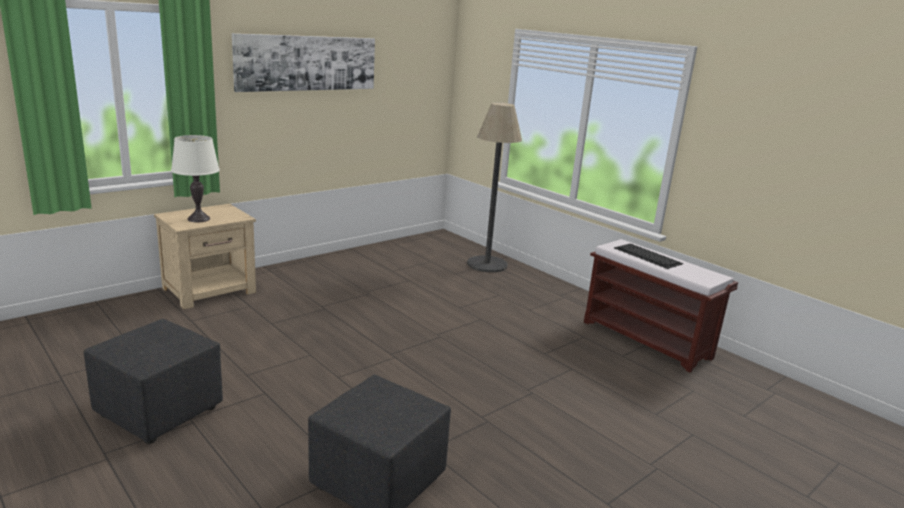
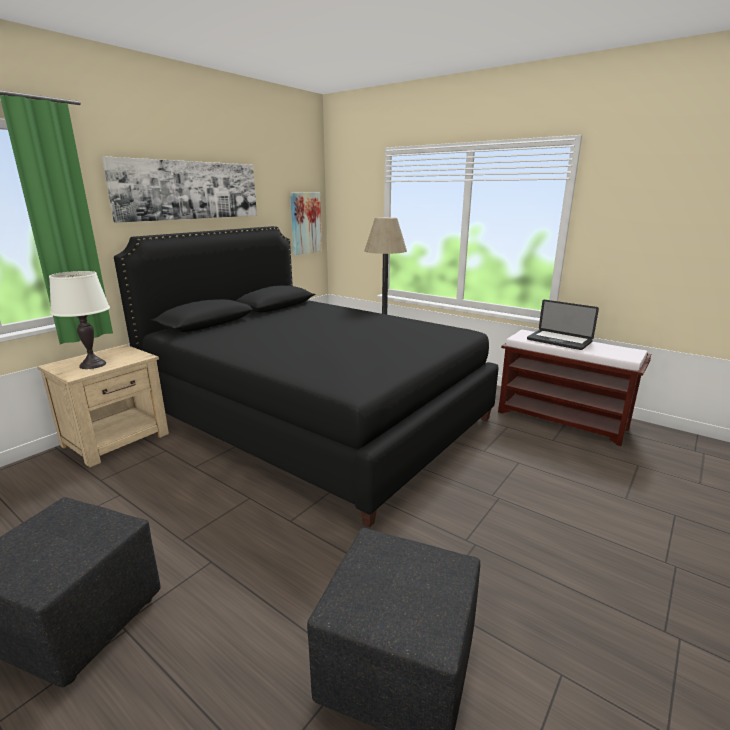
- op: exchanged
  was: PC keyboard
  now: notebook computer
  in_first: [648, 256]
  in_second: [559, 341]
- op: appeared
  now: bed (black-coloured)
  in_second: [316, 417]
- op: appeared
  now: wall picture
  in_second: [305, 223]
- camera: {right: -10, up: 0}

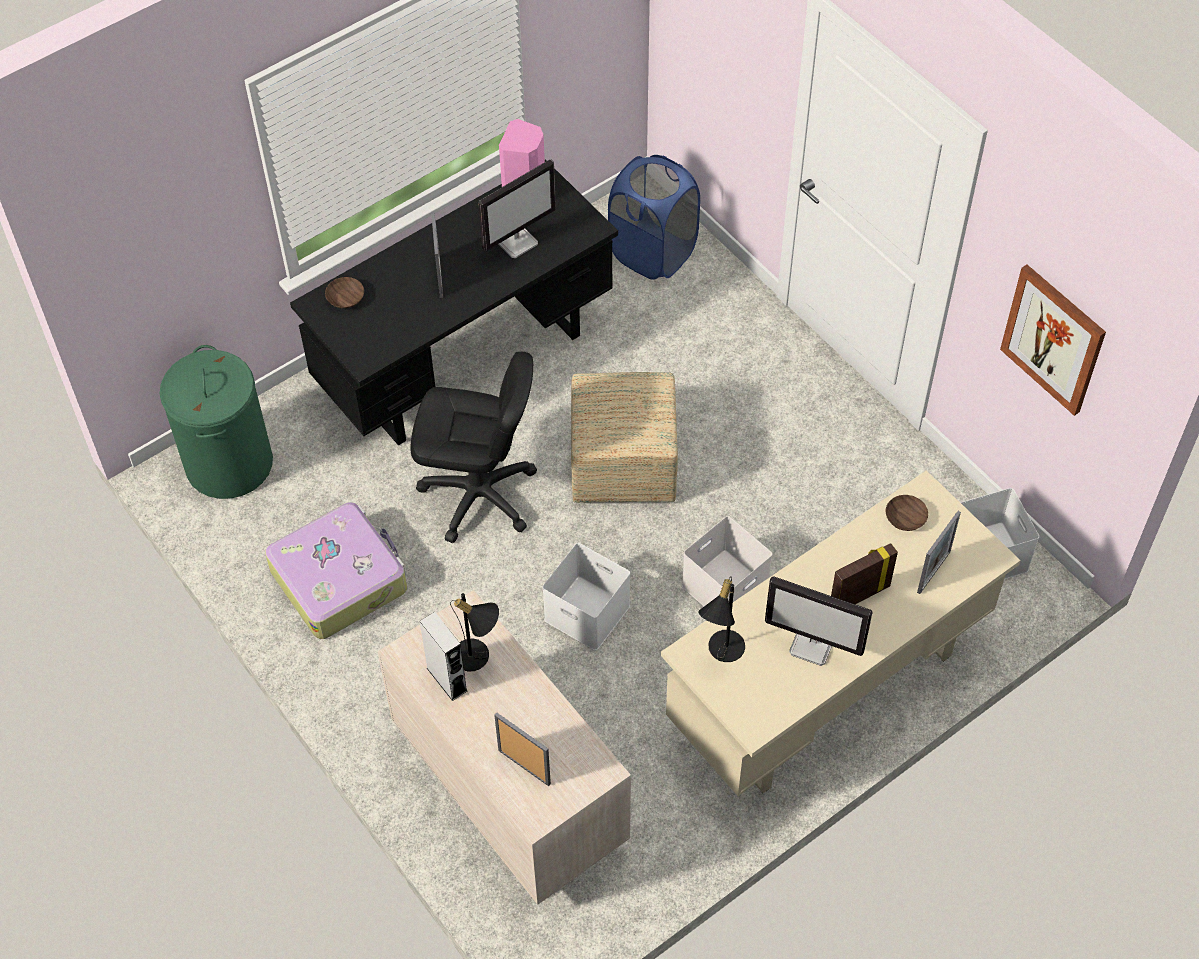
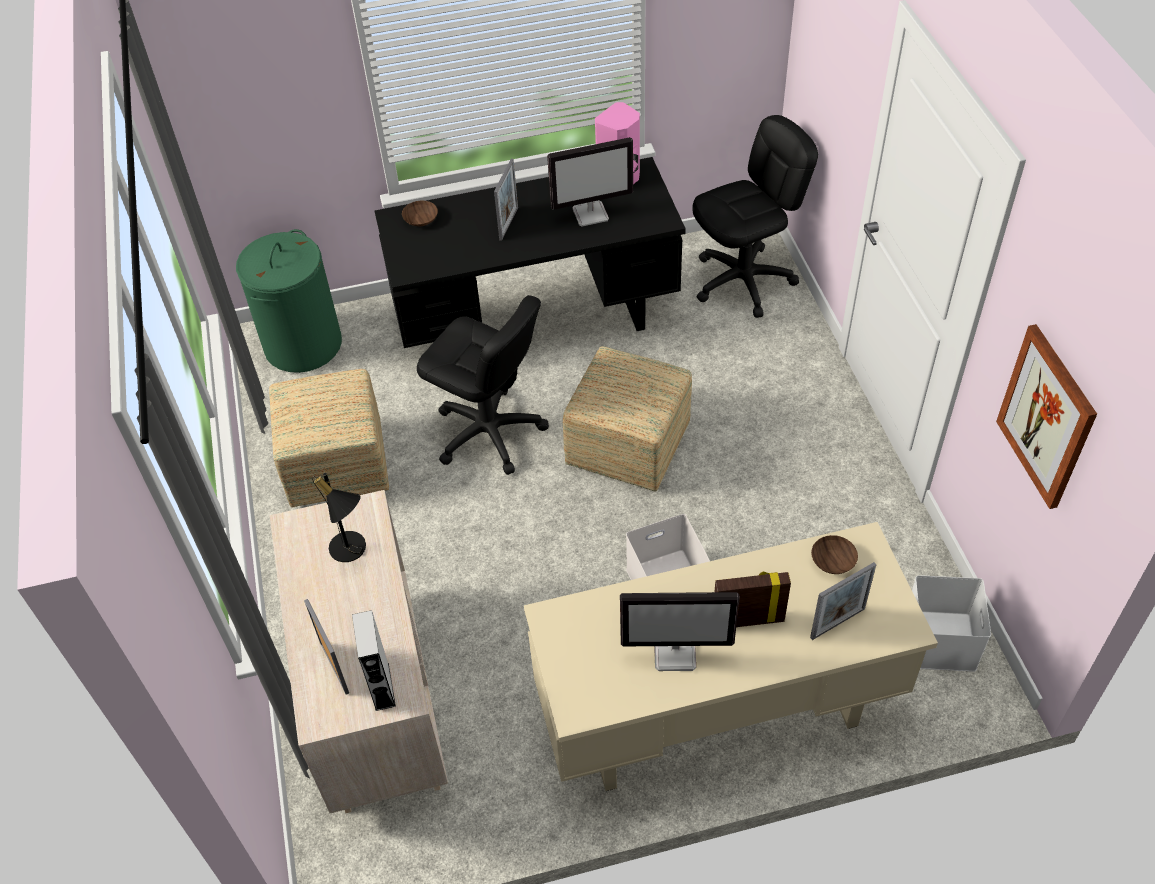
- op: exchanged
  was: suitcase
  now: pouffe
  in_first: [339, 579]
  in_second: [336, 464]
- op: relocated
  was: speaker (greyish)
  in_first: [447, 679]
  in_second: [382, 686]
- op: missing
  was: storage bin (white)
  in_first: [585, 613]
- op: exchanged
  was: washing basket (blue-coloured)
  now: computer chair (black-coloured)
  in_first: [653, 253]
  in_second: [743, 281]
- op: missing
  was: table lamp (black-coloured)
  in_first: [721, 651]
- op: spun
  was: computer screen
  in_first: [813, 645]
  in_second: [676, 652]
  clockwise: -45
- camera: {right: 25, up: -5}

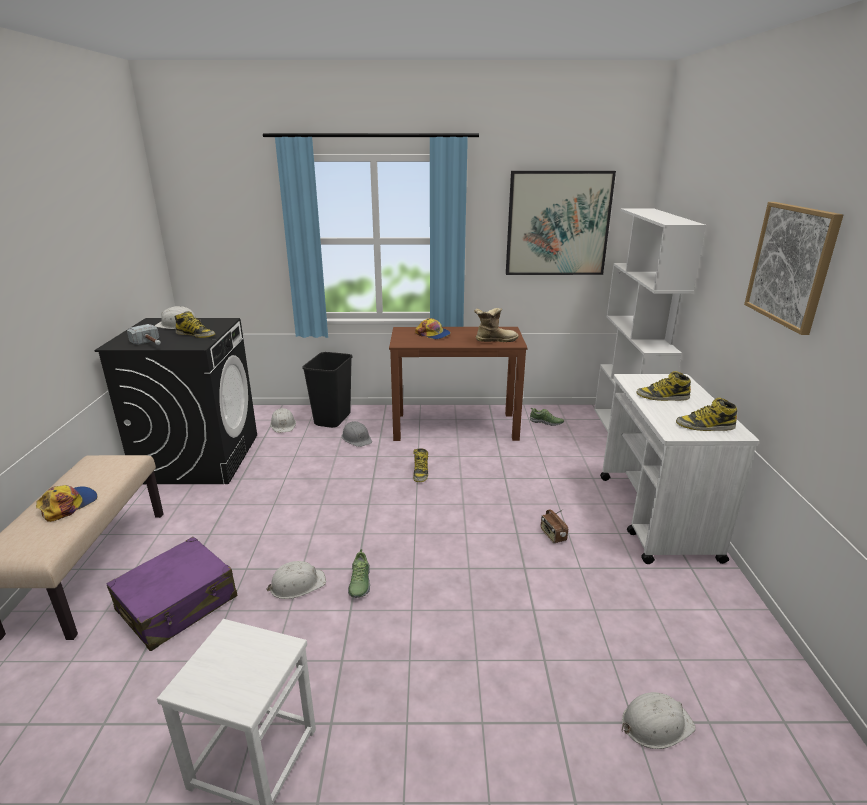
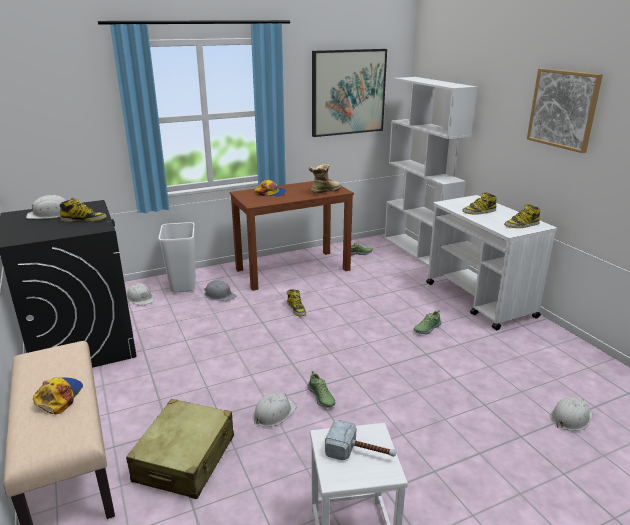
- op: colour
  was: suitcase (purple-coloured)
  now: suitcase (beige-coloured)
  in_first: [178, 604]
  in_second: [185, 459]
- op: relocated
  was: hammer
  in_first: [150, 344]
  in_second: [360, 452]
- op: colour
  was: trash can (black-coloured)
  now: trash can (white)
  in_first: [333, 420]
  in_second: [183, 285]
- op: exchanged
  was: radio receiver
  now: item of footwear
  in_first: [552, 535]
  in_second: [426, 328]
- camera: {right: -25, up: 0}

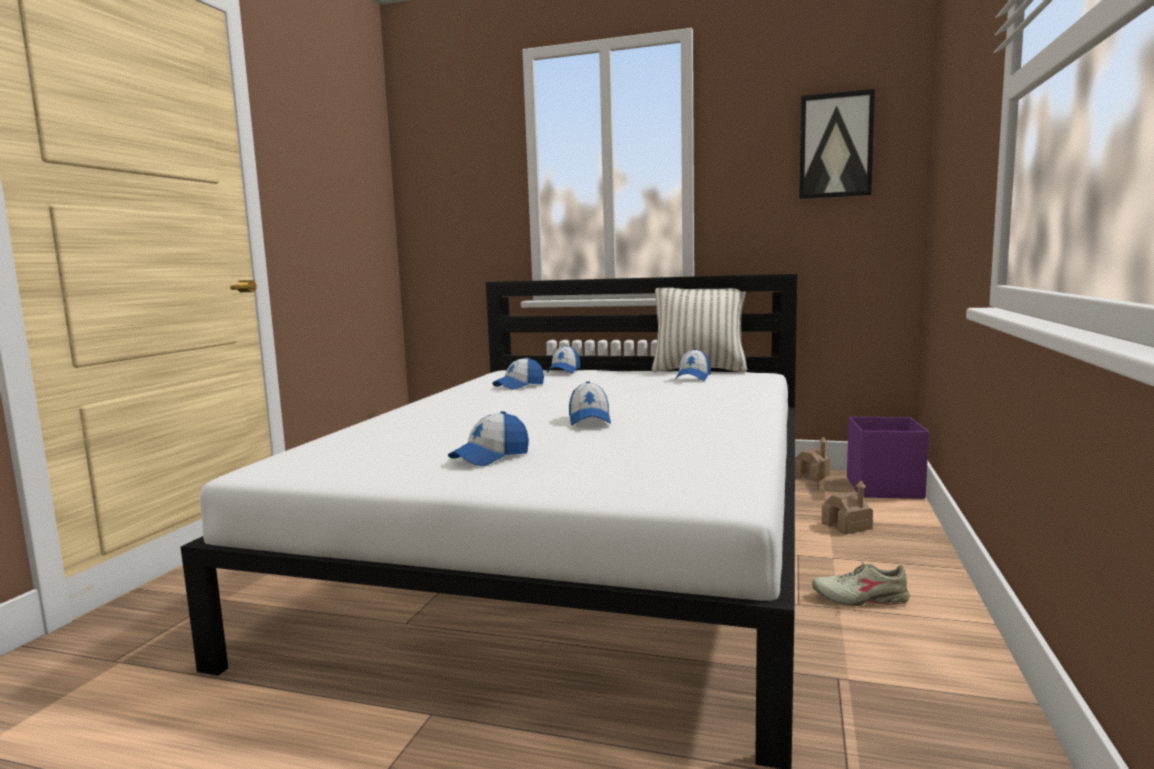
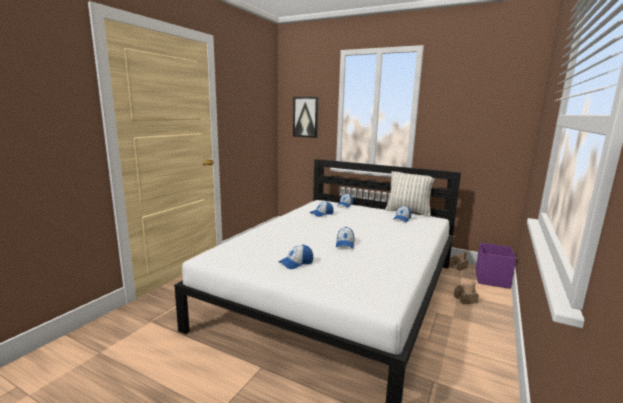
- op: relocated
  was: wall picture
  in_first: [835, 146]
  in_second: [305, 117]
- op: missing
  was: item of footwear (beige-coloured)
  in_first: [860, 598]
- camera: {right: 10, up: 5}

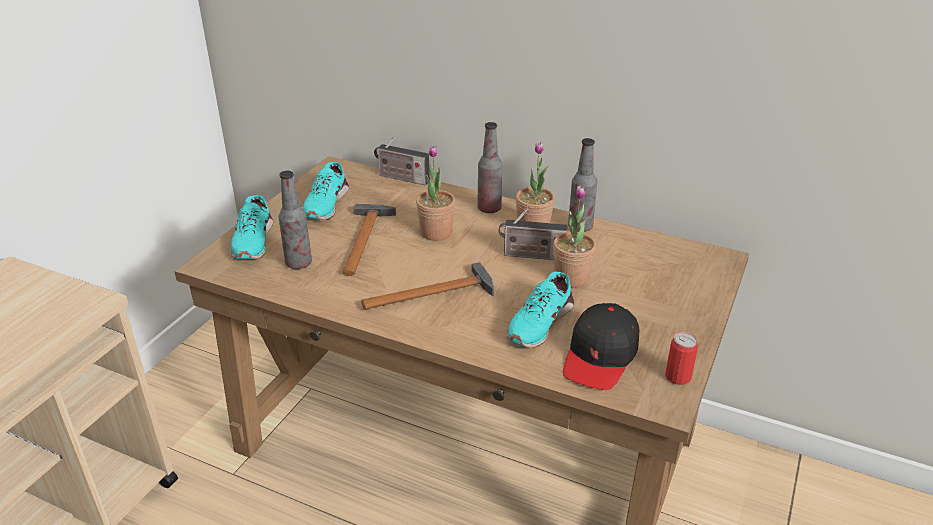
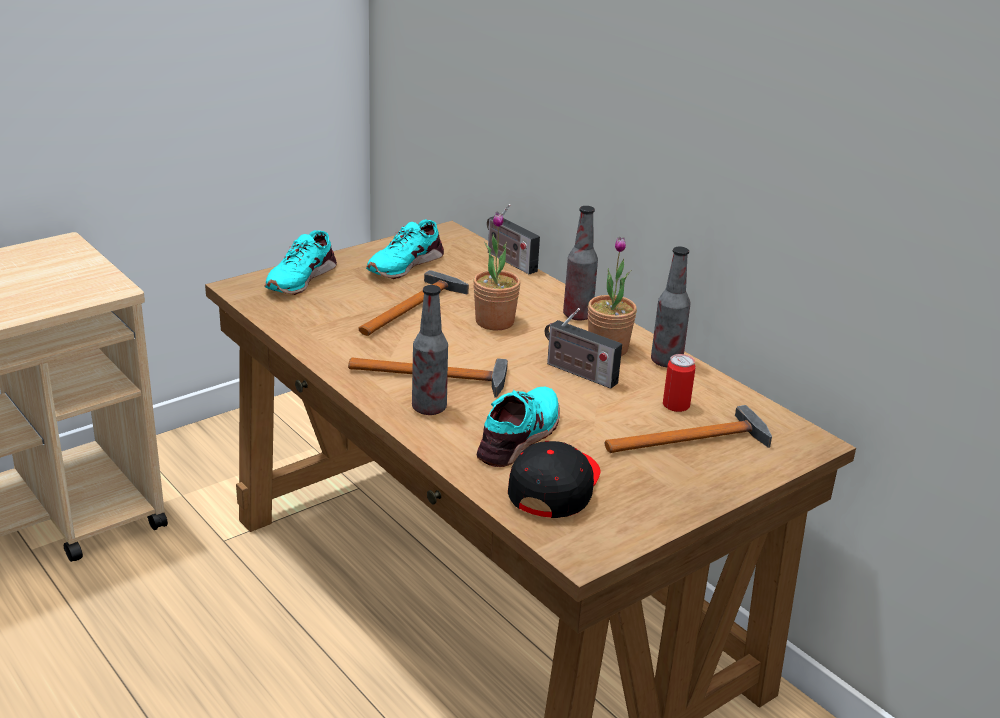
- op: relocated
  was: beverage bottle
  in_first: [298, 263]
  in_second: [429, 408]
- op: spun
  was: item of footwear (turquoise-coloured)
  in_first: [539, 322]
  in_second: [520, 436]
  clockwise: 150
- op: missing
  was: houseplant
  in_first: [571, 277]
- op: spun
  was: cap (black-coloured)
  in_first: [600, 356]
  in_second: [554, 487]
  clockwise: 150
- op: relocated
  was: metal can
  in_first: [678, 377]
  in_second: [676, 405]
- op: appeared
  now: hammer
  in_second: [694, 439]
- camera: {right: 25, up: -5}

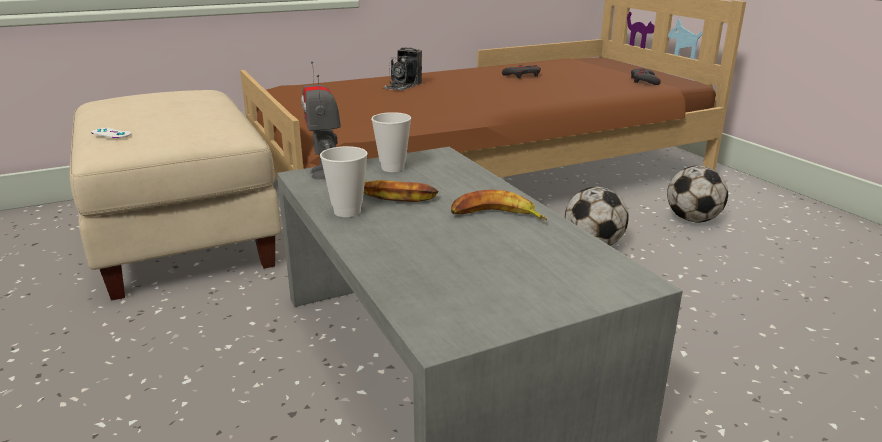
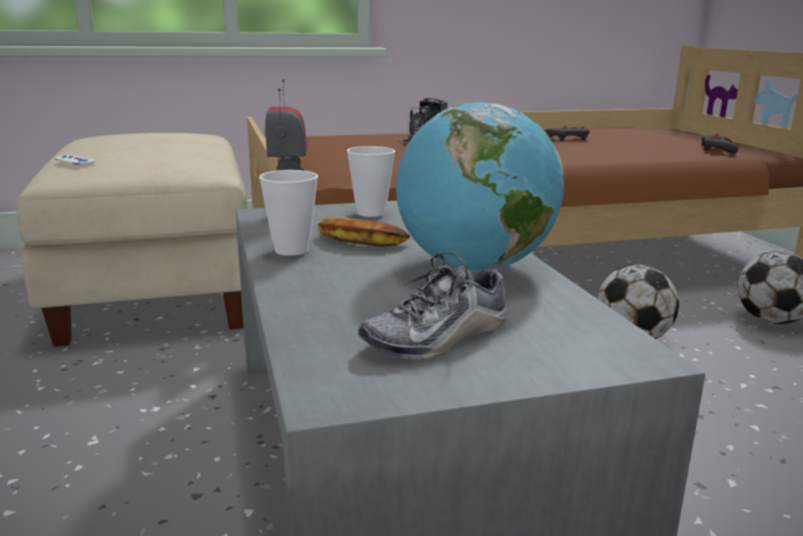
- op: exchanged
  was: whole banana
  now: world globe
  in_first: [496, 216]
  in_second: [474, 268]
- op: appeared
  now: item of footwear
  in_second: [437, 337]
- camera: {right: 10, up: -5}

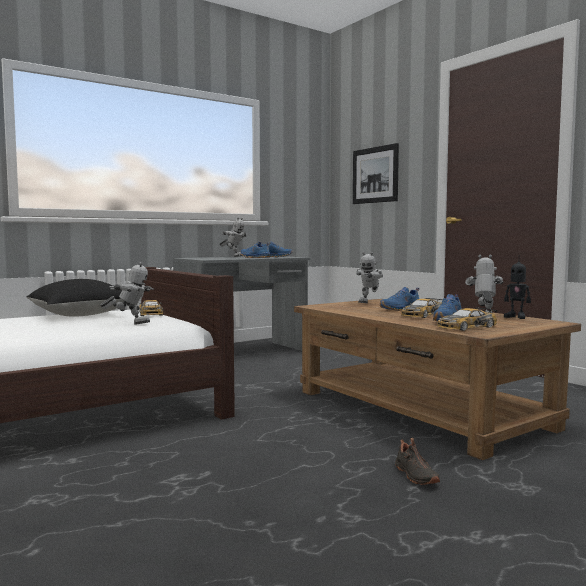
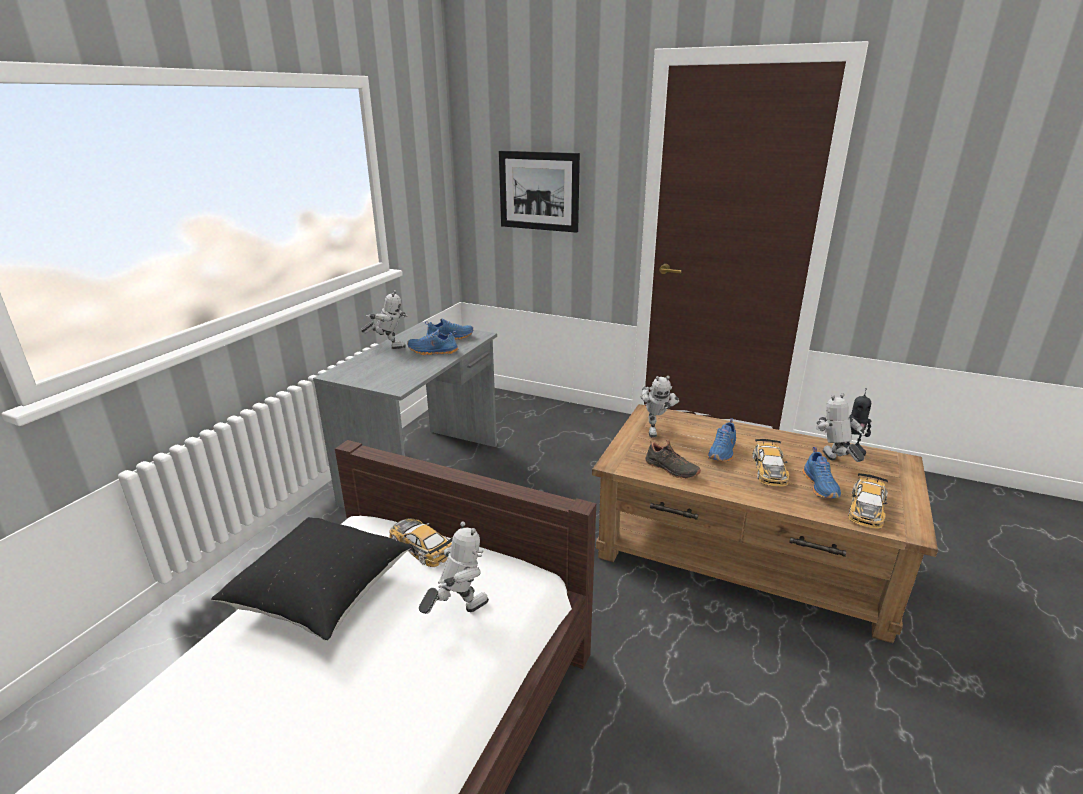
- op: relocated
  was: item of footwear (black-coloured)
  in_first: [415, 476]
  in_second: [671, 469]
- camera: {right: -30, up: 20}

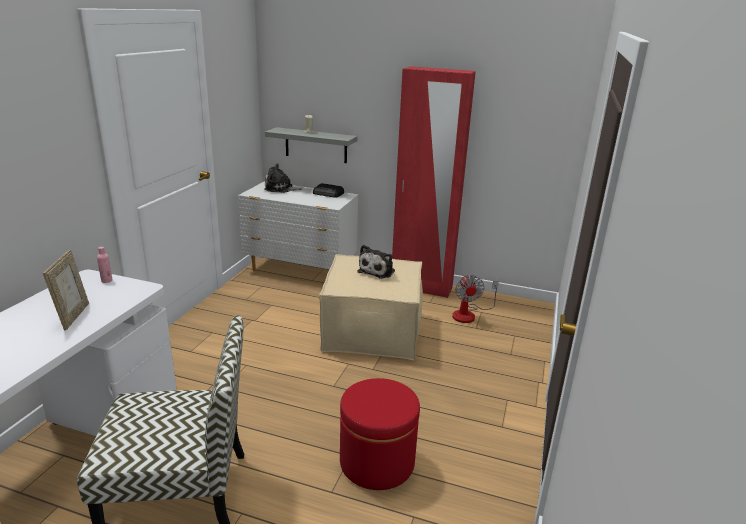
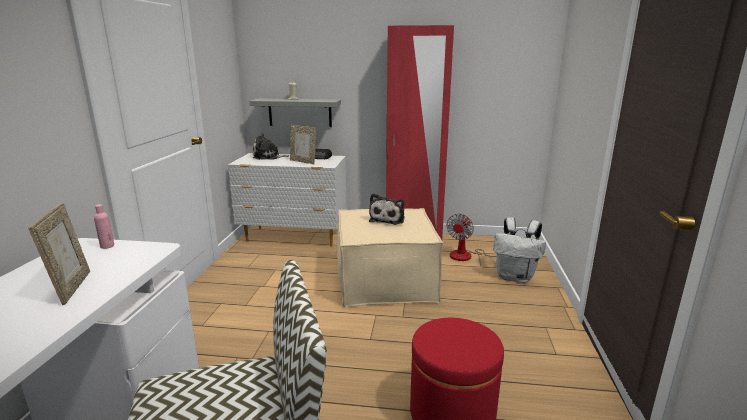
- op: spun
  was: electric fan
  in_first: [469, 314]
  in_second: [468, 255]
  clockwise: 45
- op: appeared
  now: picture frame
  in_second: [303, 162]
- op: appeared
  now: backpack (white)
  in_second: [515, 277]
- camera: {right: -10, up: -5}

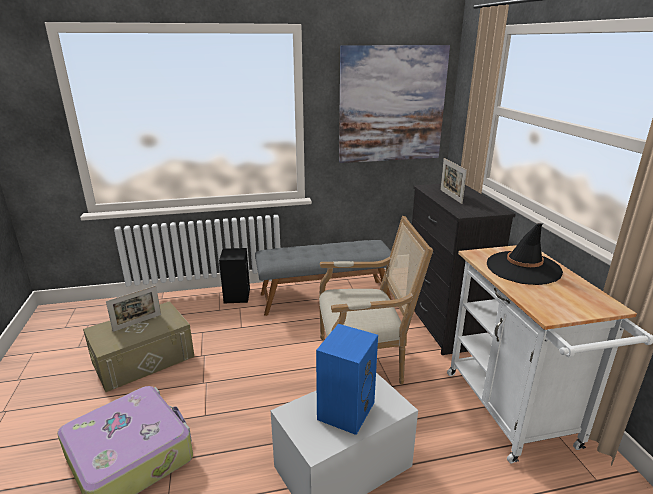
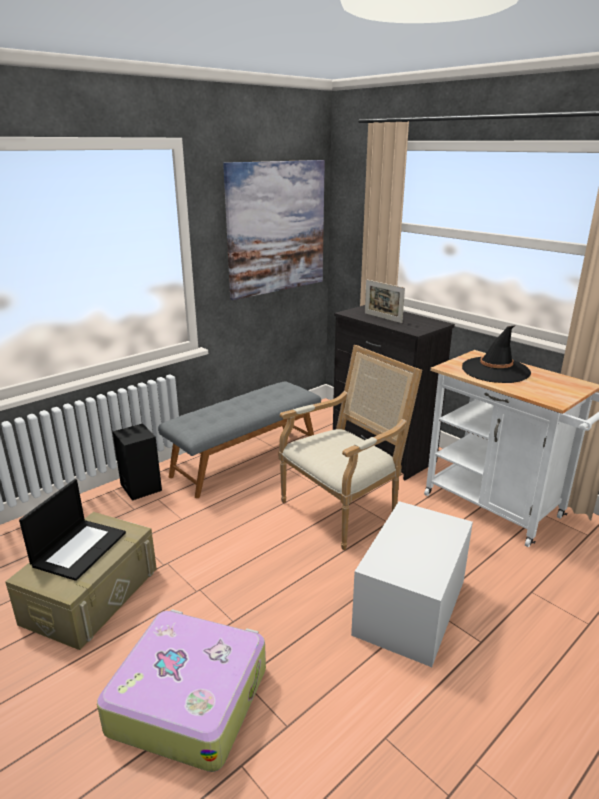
- op: exchanged
  was: picture frame
  now: notebook computer
  in_first: [137, 323]
  in_second: [79, 548]
- op: missing
  was: speaker (blue-coloured)
  in_first: [345, 409]
- camera: {right: -30, up: 0}

